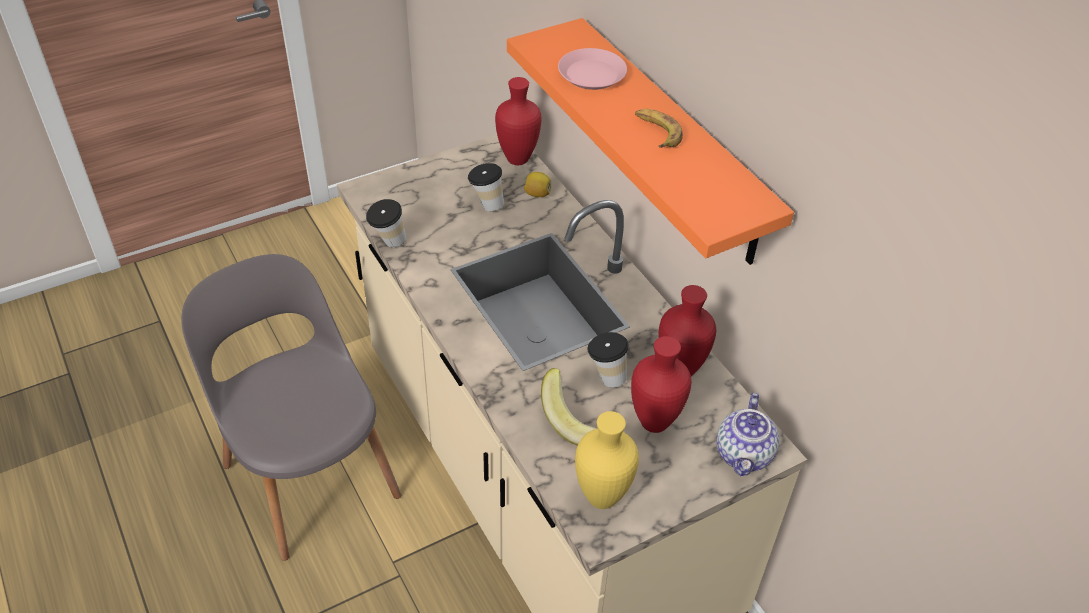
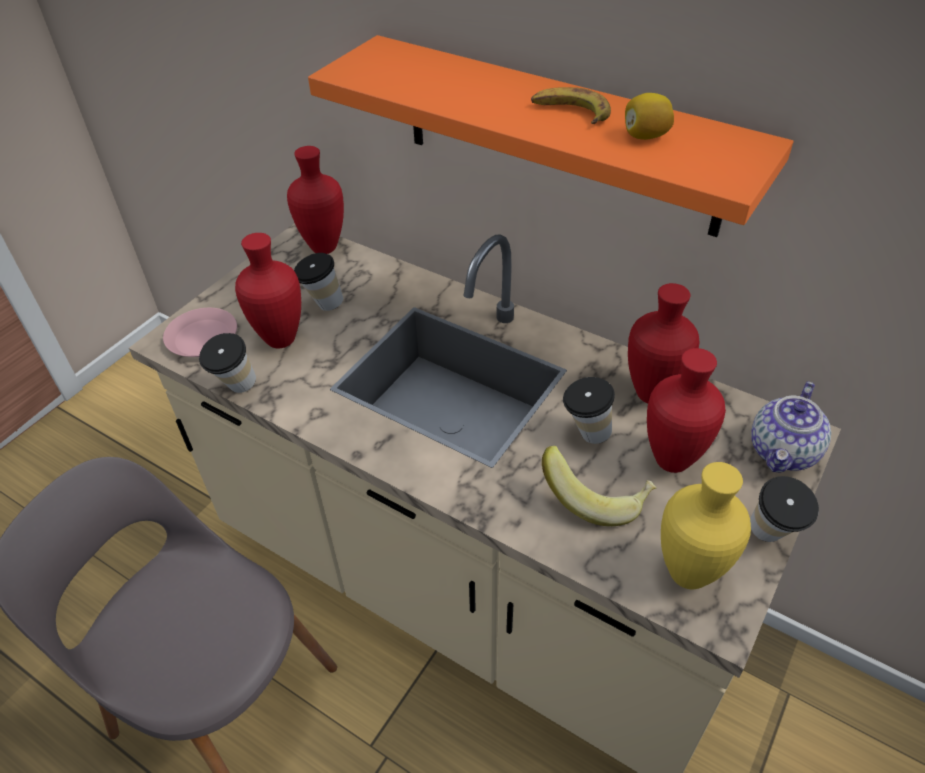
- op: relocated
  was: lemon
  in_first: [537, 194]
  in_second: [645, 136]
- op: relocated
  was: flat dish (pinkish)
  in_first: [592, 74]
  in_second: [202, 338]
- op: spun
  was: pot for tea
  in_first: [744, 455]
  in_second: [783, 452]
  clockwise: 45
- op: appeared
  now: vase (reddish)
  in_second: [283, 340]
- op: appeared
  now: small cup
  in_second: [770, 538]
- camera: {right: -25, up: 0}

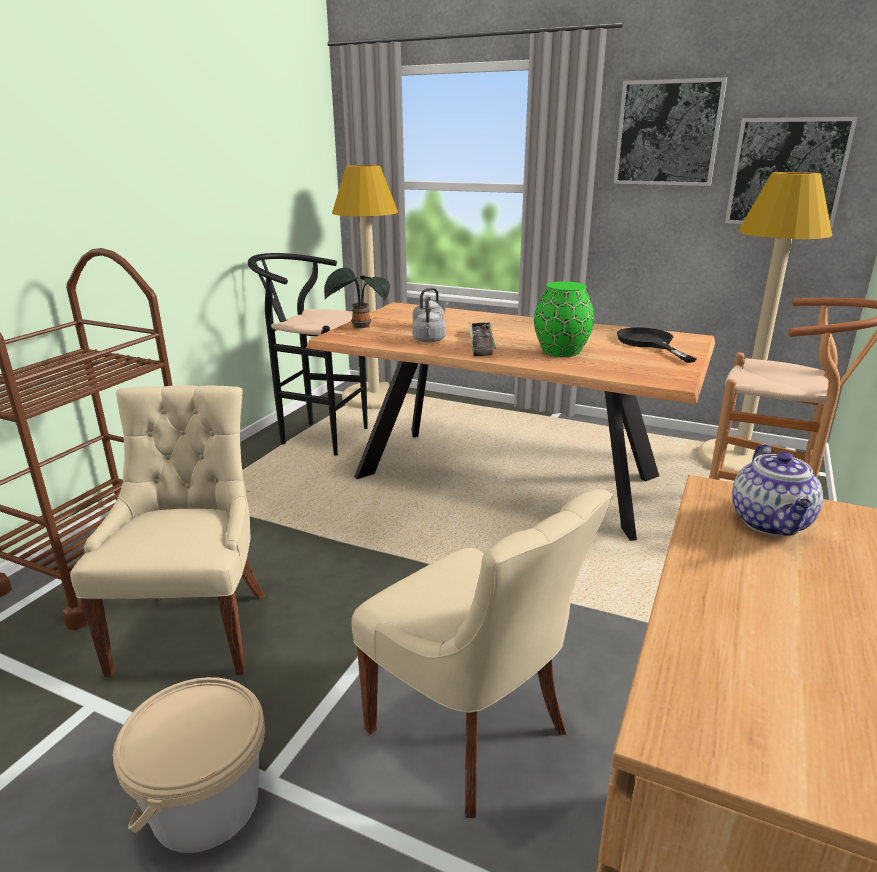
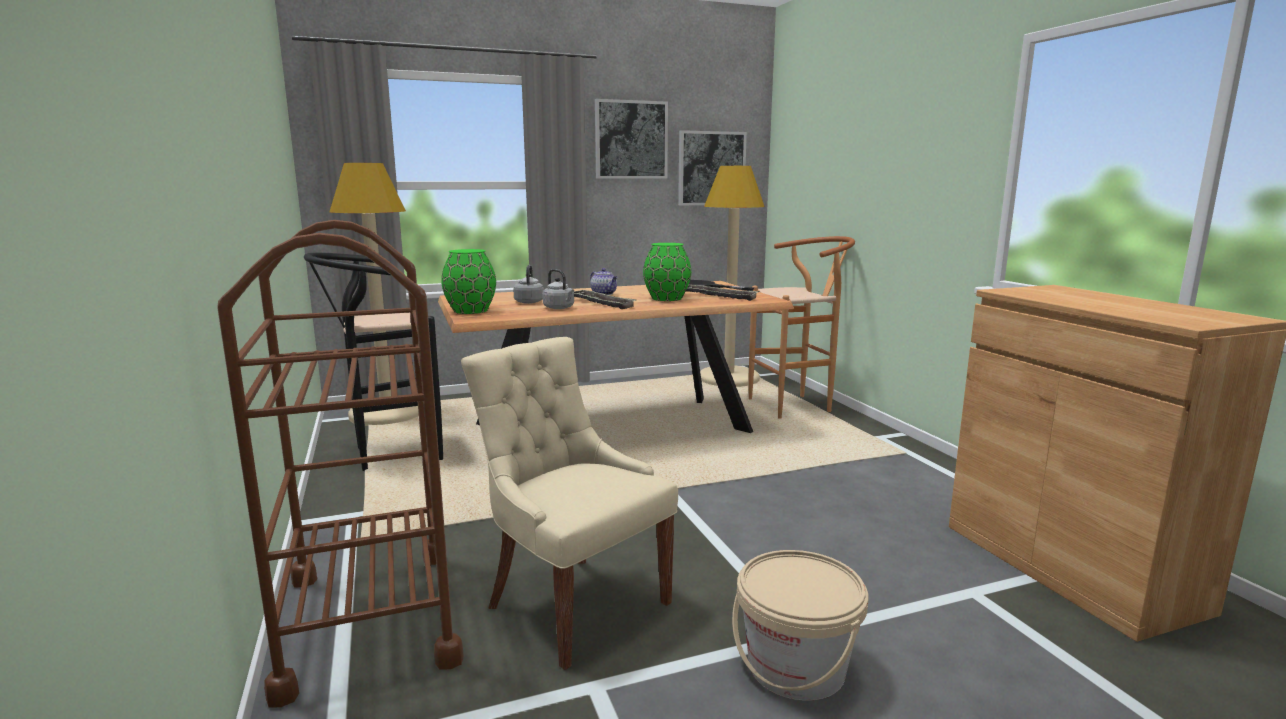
- op: exchanged
  was: houseplant
  now: vase (green)
  in_first: [359, 327]
  in_second: [471, 311]
- op: missing
  was: chair (beige-coloured)
  in_first: [472, 732]
- op: relocated
  was: pot for tea
  in_first: [771, 523]
  in_second: [604, 294]
- op: appeared
  now: tray
  in_second: [718, 296]
- camera: {right: -45, up: -10}

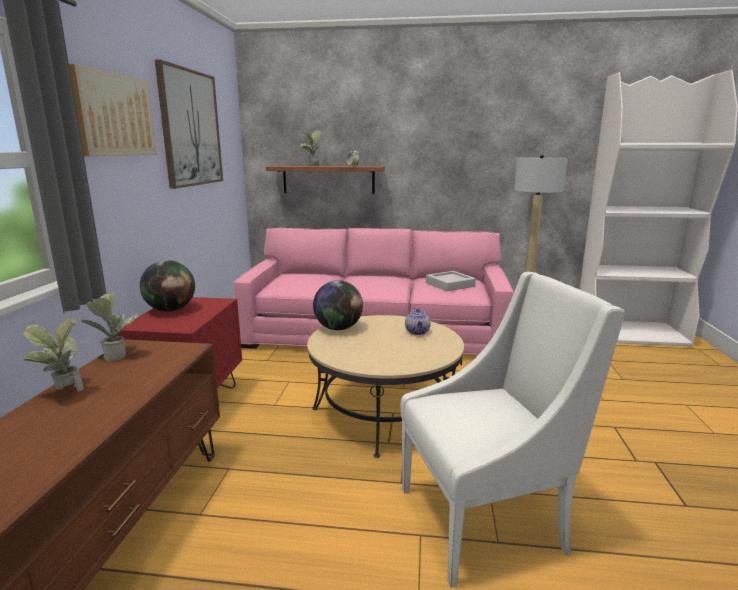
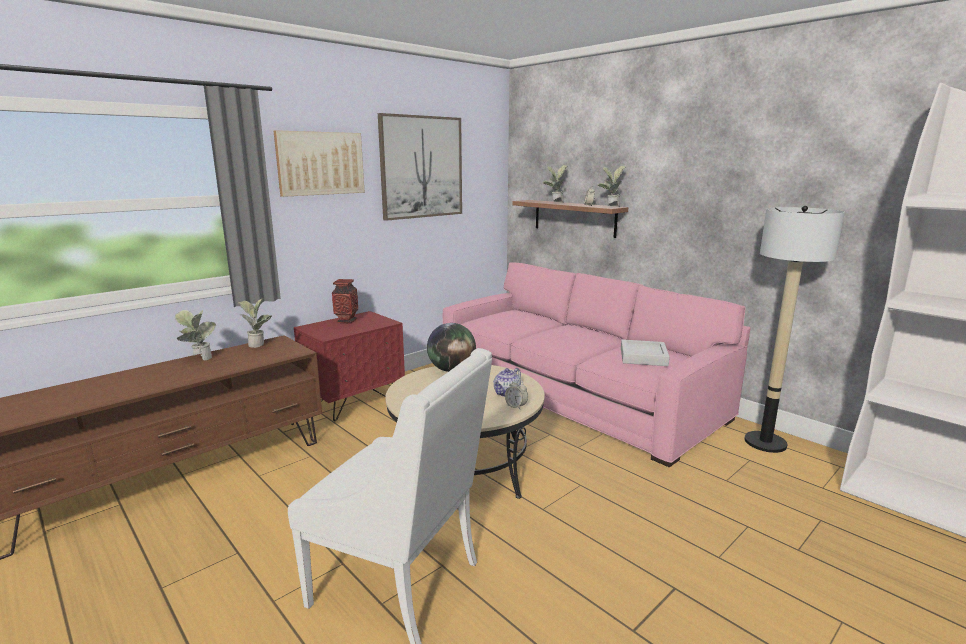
- op: exchanged
  was: world globe
  now: vase
  in_first: [171, 310]
  in_second: [346, 321]
- op: appeared
  now: alarm clock
  in_second: [516, 406]
- op: appeared
  now: houseplant
  in_second: [610, 207]
- camera: {right: 40, up: 0}

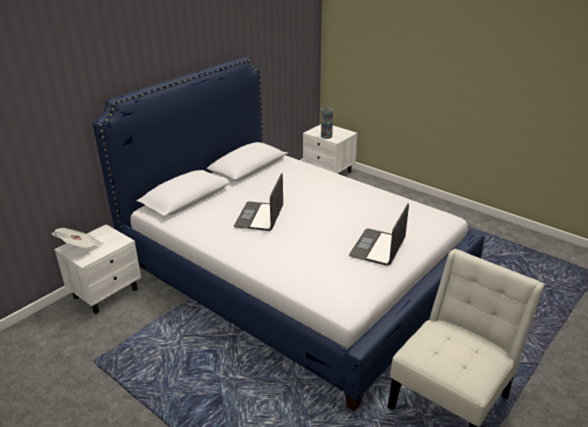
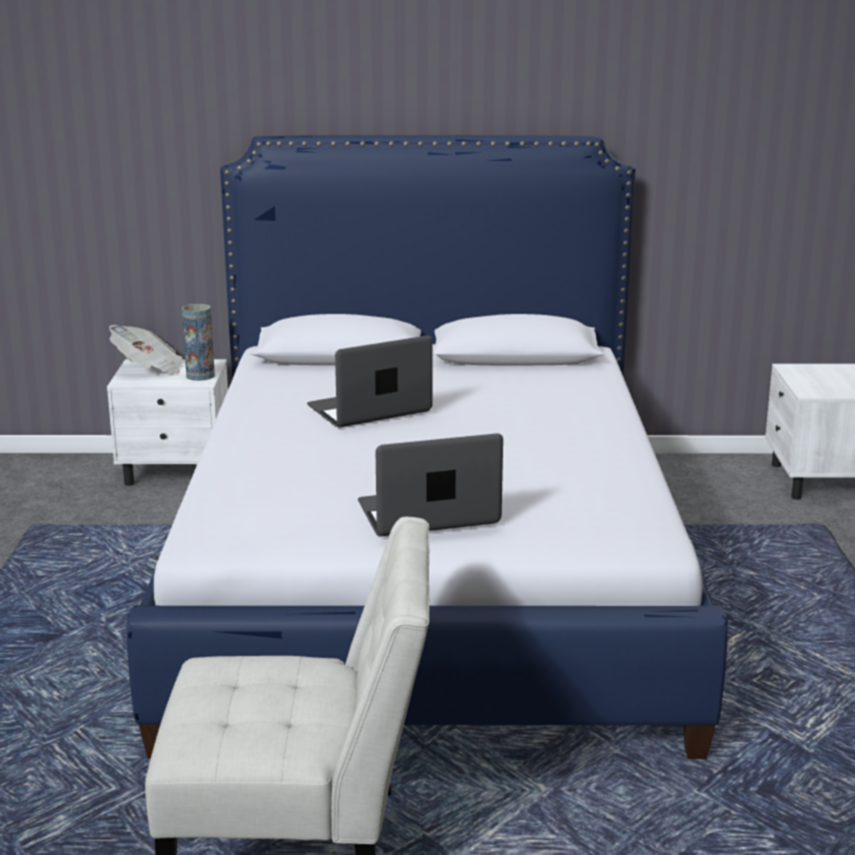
- op: relocated
  was: vase
  in_first: [326, 136]
  in_second: [200, 376]
- camera: {right: 50, up: -10}

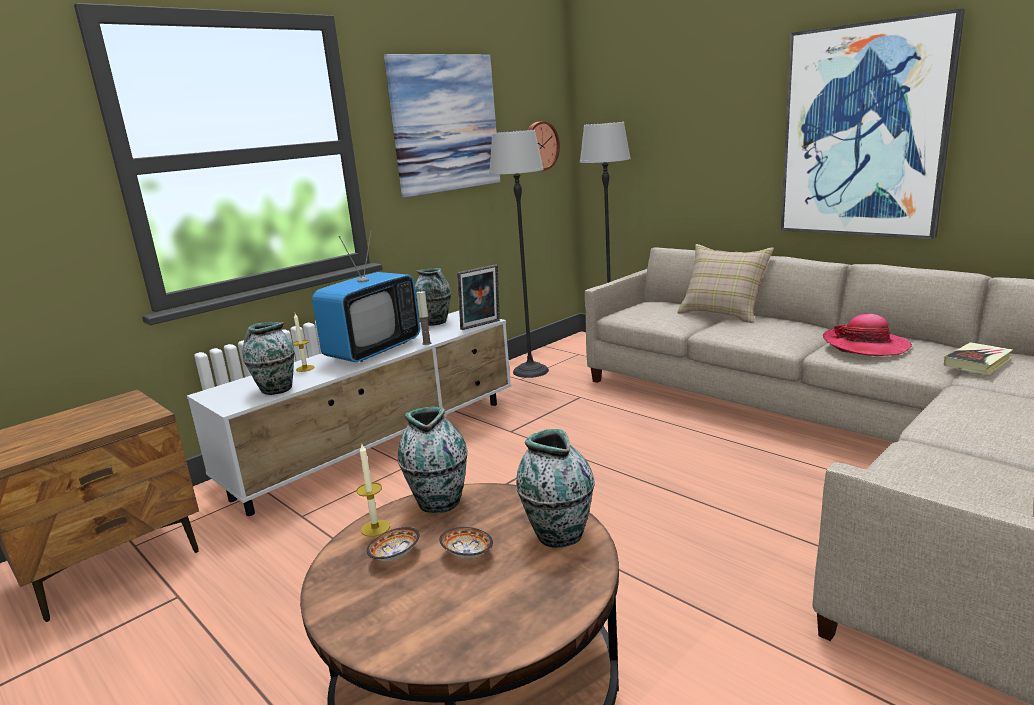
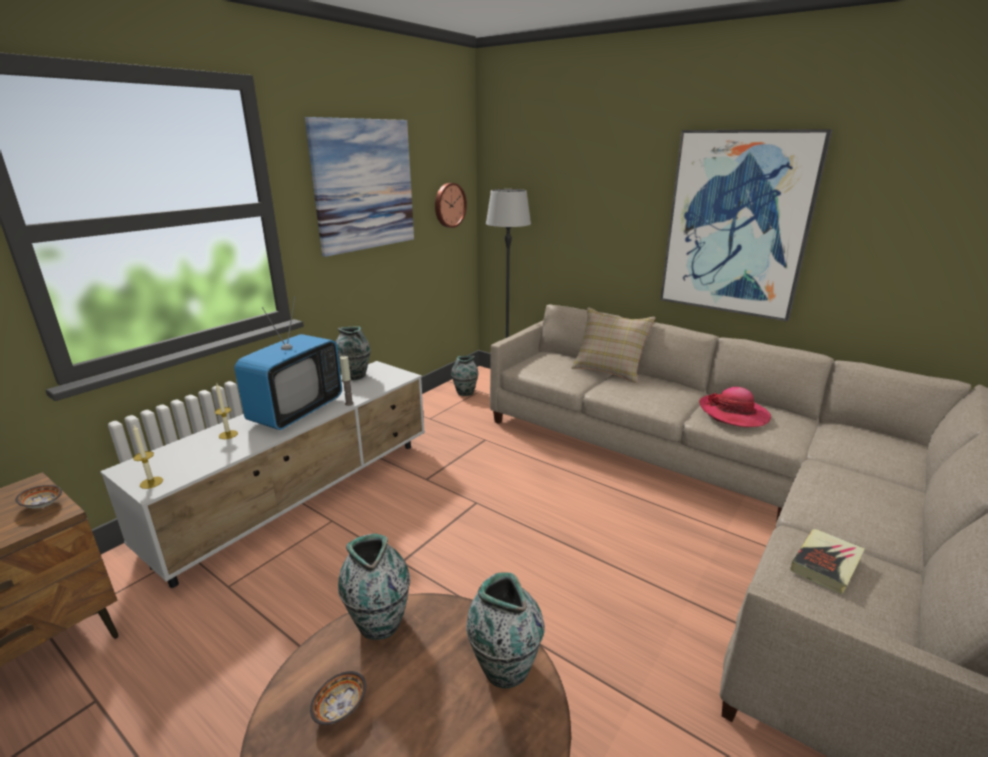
- op: relocated
  was: vase
  in_first: [275, 389]
  in_second: [465, 392]
- op: relocated
  was: wax light
  in_first: [375, 528]
  in_second: [151, 482]
- op: relocated
  was: serving bowl
  in_first: [467, 554]
  in_second: [43, 505]
- op: missing
  was: picture frame
  in_first: [481, 325]
- op: missing
  was: floor lamp
  in_first: [531, 371]
- op: relocated
  was: bound book
  in_first: [977, 363]
  in_second: [826, 564]
- camera: {right: -10, up: 5}

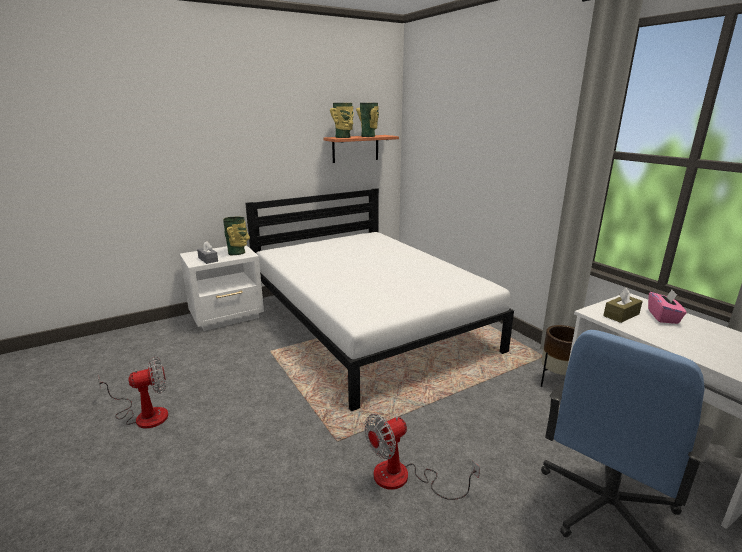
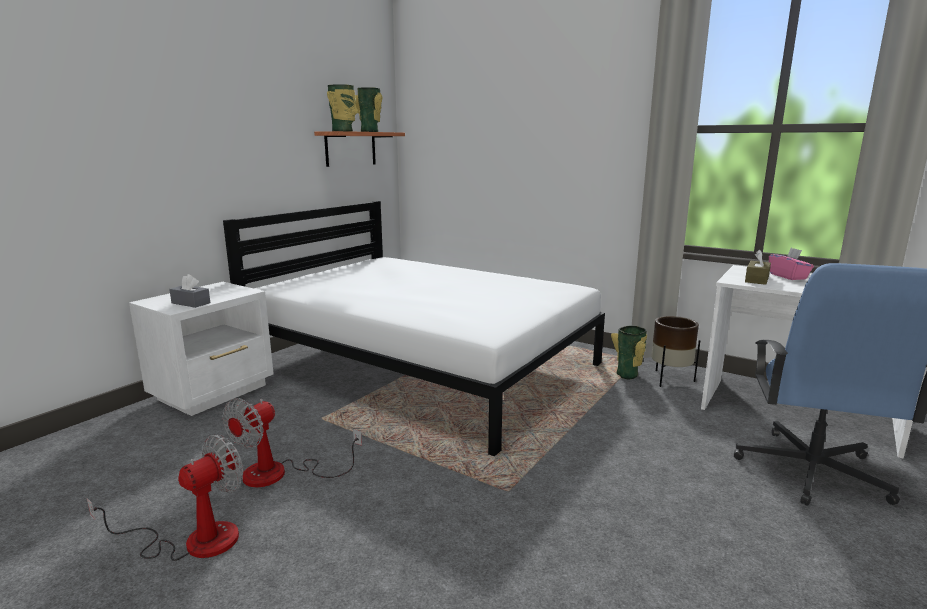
- op: relocated
  was: vase
  in_first: [238, 253]
  in_second: [628, 374]
- op: relocated
  was: electric fan
  in_first: [404, 478]
  in_second: [280, 474]
- camera: {right: -25, up: -5}

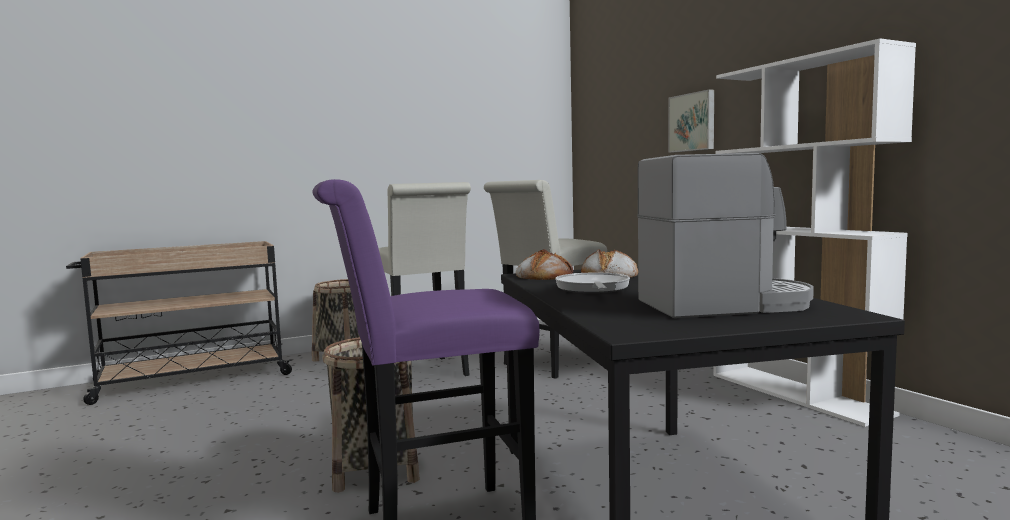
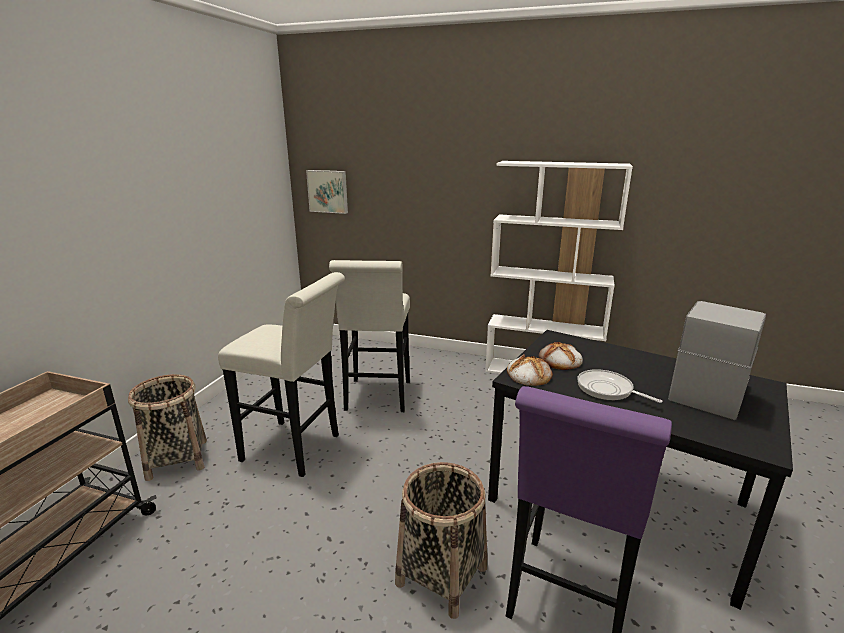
- op: relocated
  was: wall picture
  in_first: [693, 122]
  in_second: [328, 191]
- camera: {right: -45, up: 15}

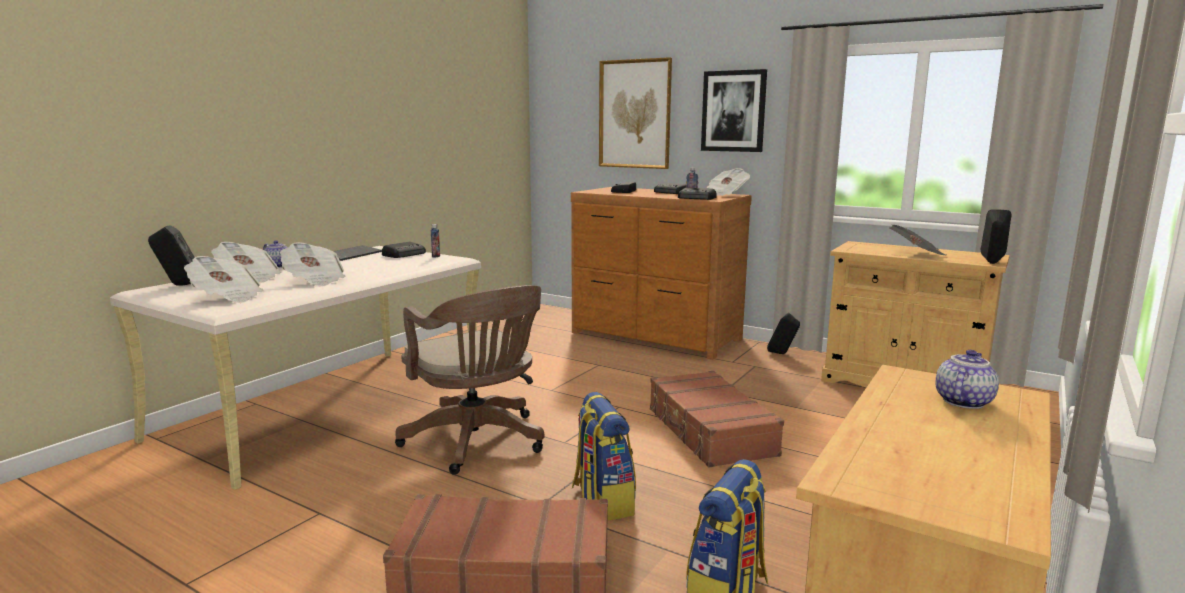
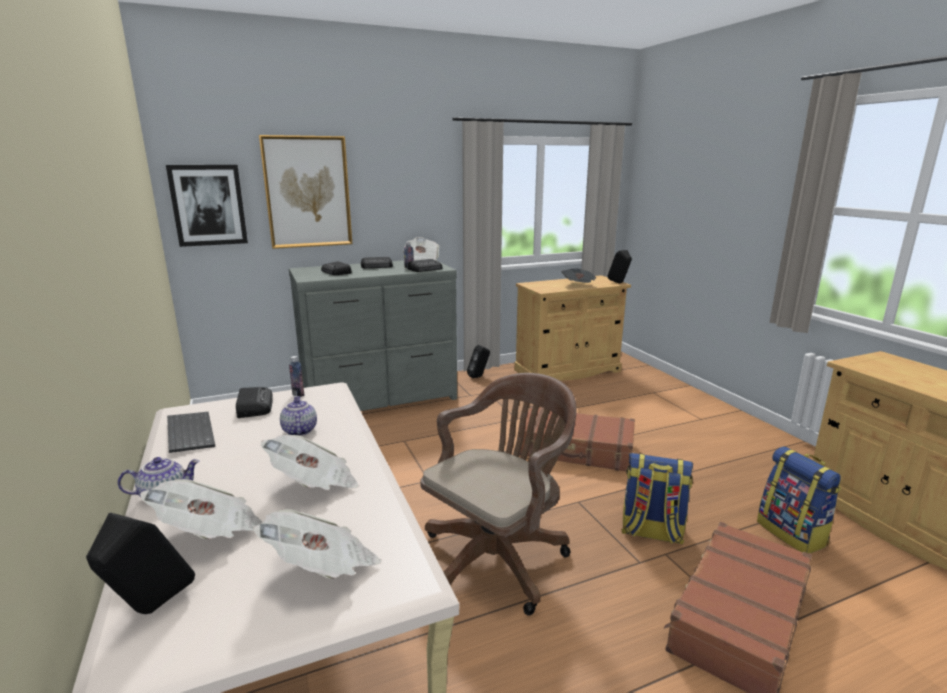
- op: spun
  was: computer chair (brown-coloured)
  in_first: [477, 442]
  in_second: [499, 556]
  clockwise: -45
- op: colour
  was: dresser (brown-coloured)
  now: dresser (greyish)
  in_first: [655, 336]
  in_second: [381, 398]
- op: relocated
  was: wall picture
  in_first: [733, 111]
  in_second: [208, 205]
- op: relocated
  was: pot for tea
  in_first: [962, 401]
  in_second: [298, 431]
- camera: {right: -55, up: 5}

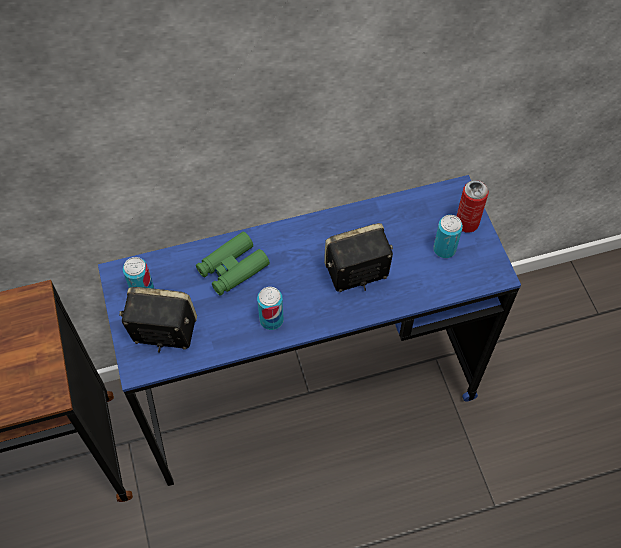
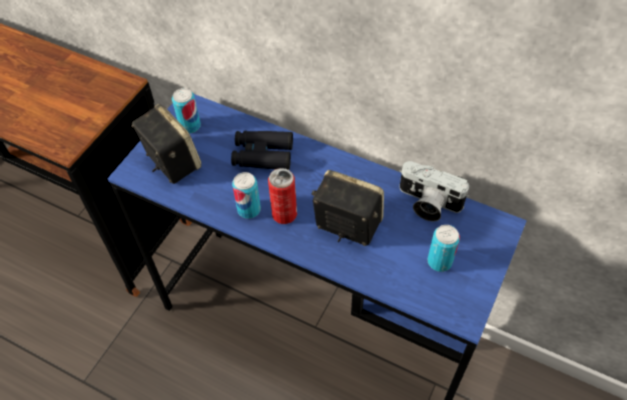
- op: colour
  was: binoculars (green)
  now: binoculars (black-coloured)
  in_first: [232, 268]
  in_second: [263, 155]
- op: relocated
  was: metal can
  in_first: [466, 223]
  in_second: [284, 214]
- op: appeared
  now: still camera
  in_second: [427, 203]
- camera: {right: 45, up: -5}

